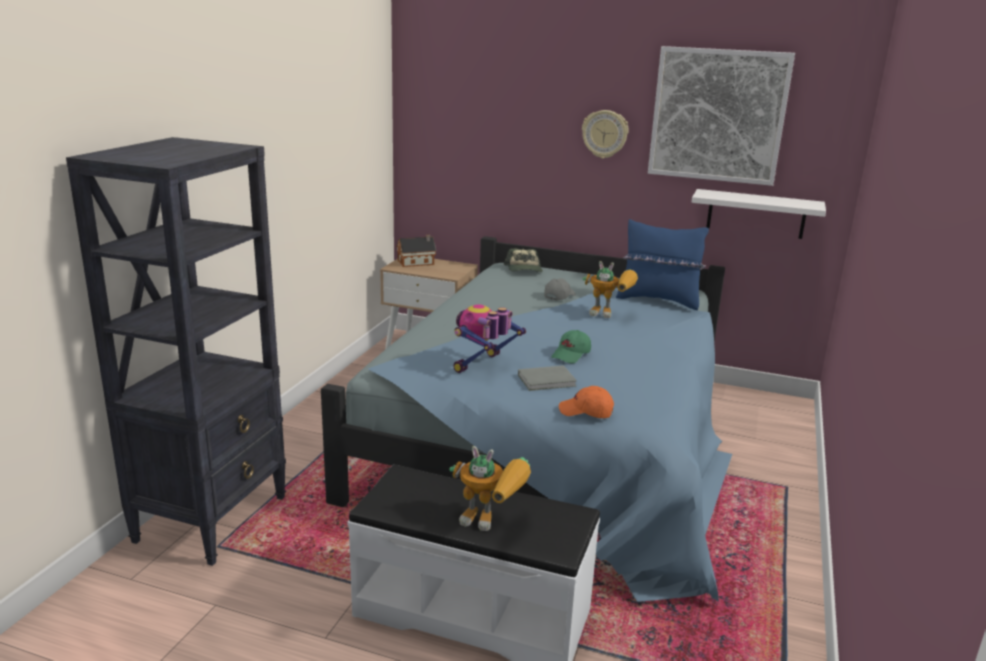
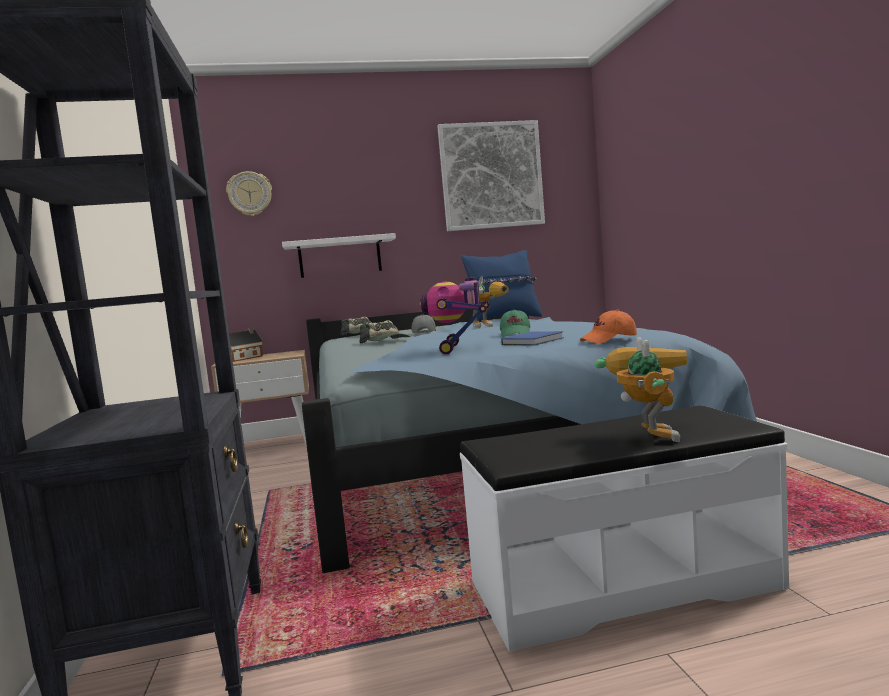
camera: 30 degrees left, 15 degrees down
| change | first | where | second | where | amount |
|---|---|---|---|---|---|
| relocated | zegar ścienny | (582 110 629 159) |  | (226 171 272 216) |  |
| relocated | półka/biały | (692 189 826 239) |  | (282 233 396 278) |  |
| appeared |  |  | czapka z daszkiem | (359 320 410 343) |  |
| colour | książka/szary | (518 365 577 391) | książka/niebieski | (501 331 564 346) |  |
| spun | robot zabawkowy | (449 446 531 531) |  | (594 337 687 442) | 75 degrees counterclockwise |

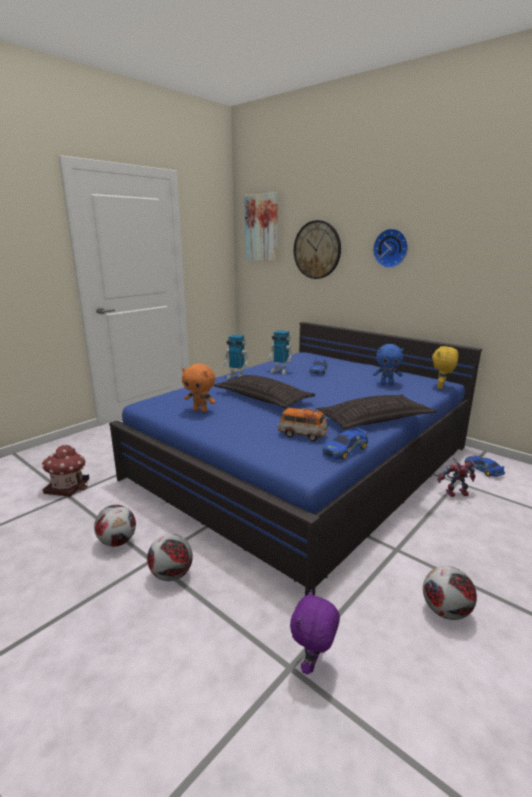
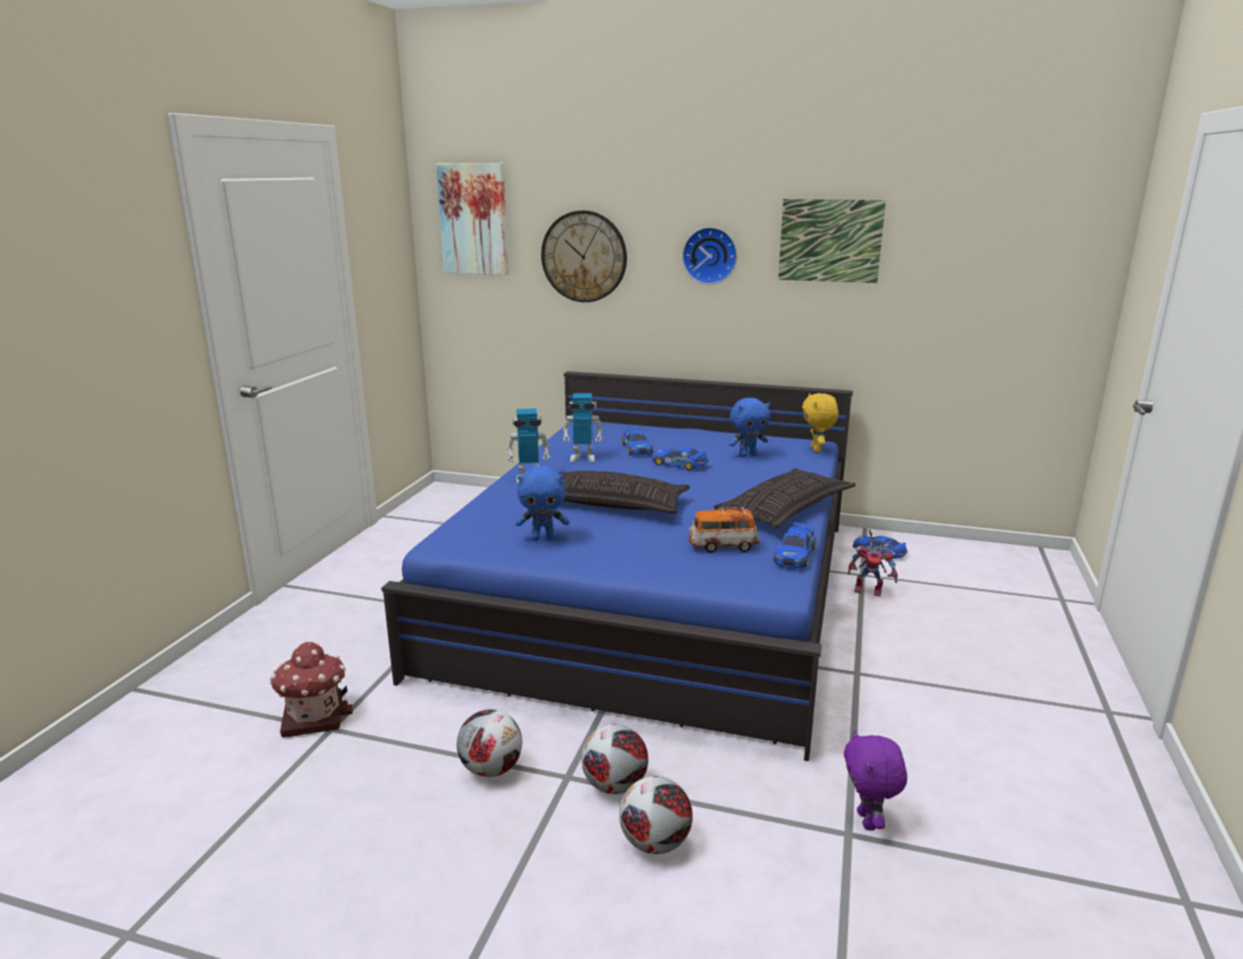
camera: 25 degrees left, 0 degrees up
| change | first | where | second | where | amount |
|---|---|---|---|---|---|
| colour | pluszak/pomarańczowy | (182 364 215 412) | pluszak/niebieski | (516 465 570 541) |  |
| relocated | piłka futbolowa | (423 566 477 620) |  | (619 776 693 854) |  |
| appeared |  |  | samochodzik | (652 446 708 470) |  |
| appeared |  |  | obraz | (778 199 886 283) |  |
| spun | robot zabawkowy | (437 456 475 497) |  | (848 529 898 596) | 135 degrees counterclockwise |

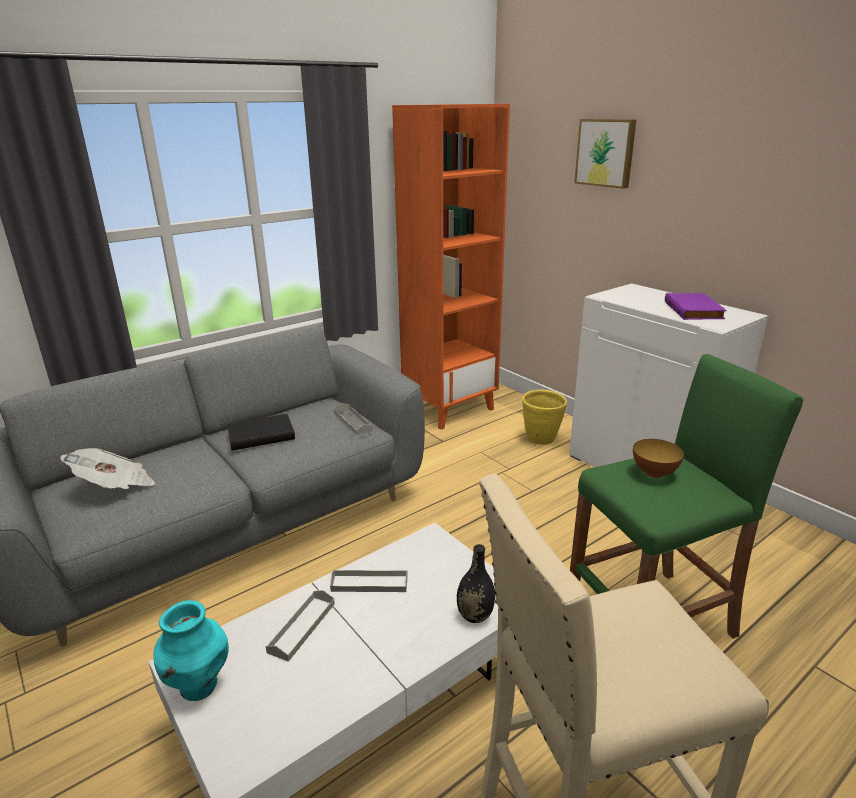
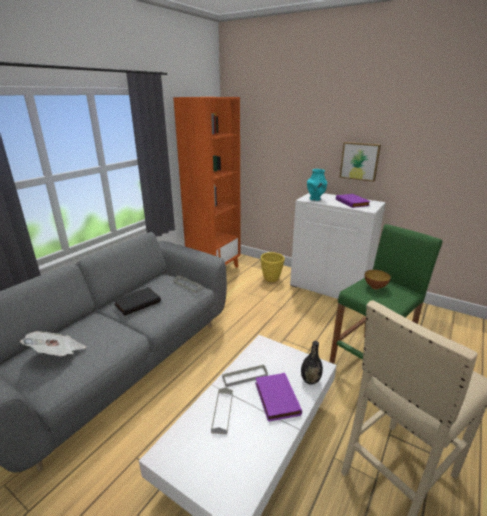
camera: 20 degrees left, 0 degrees up
| change | first | where | second | where | amount |
|---|---|---|---|---|---|
| appeared |  |  | książka/fioletowy | (255 373 302 422) |  |
| relocated | wazon/turkusowy | (153 600 229 701) |  | (307 169 327 201) |  |
| relocated | obraz | (574 119 636 189) |  | (340 142 381 182) |  |

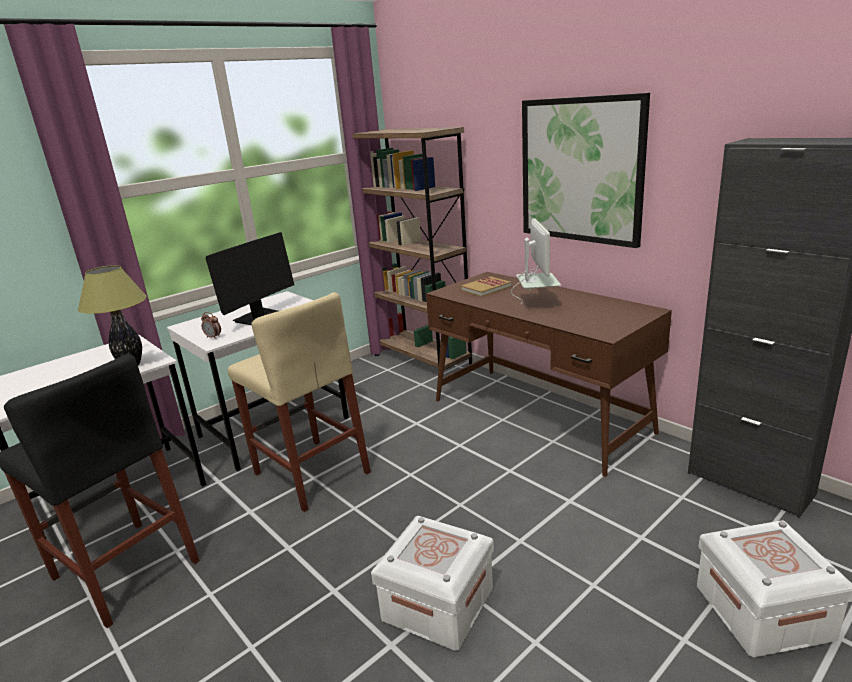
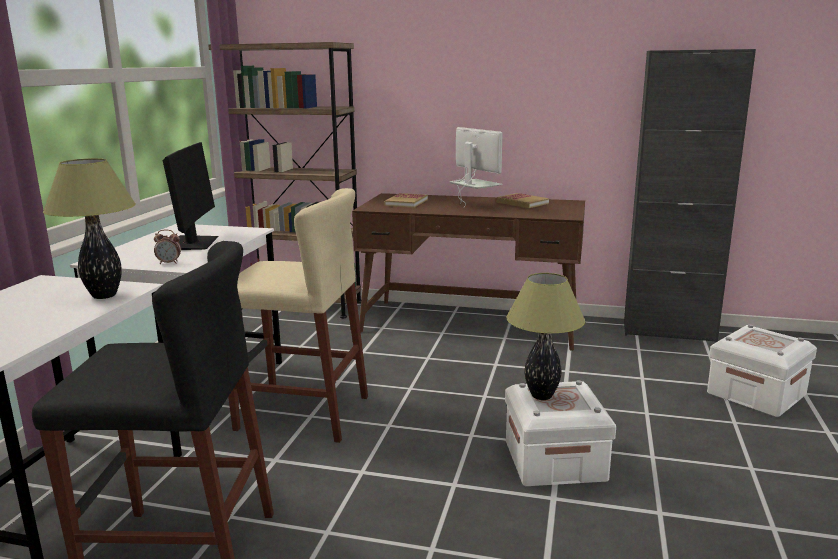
camera: 35 degrees left, 5 degrees down
| change | first | where | second | where | amount |
|---|---|---|---|---|---|
| appeared |  |  | książka | (496 193 549 208) |  |
| appeared |  |  | lampa stołowa | (506 273 585 400) |  |
| missing | obraz | (522 93 650 248) |  |  |  |

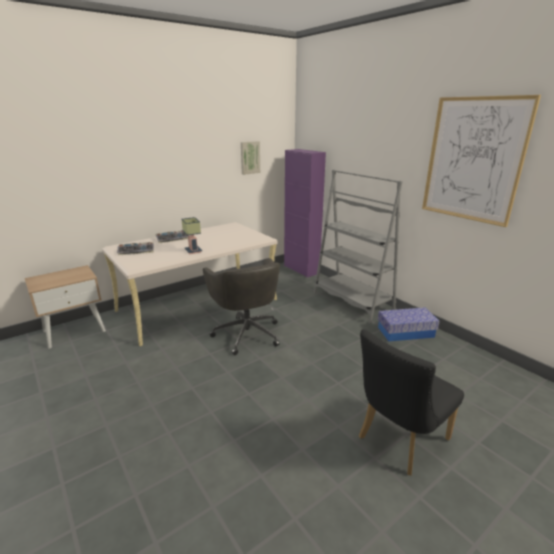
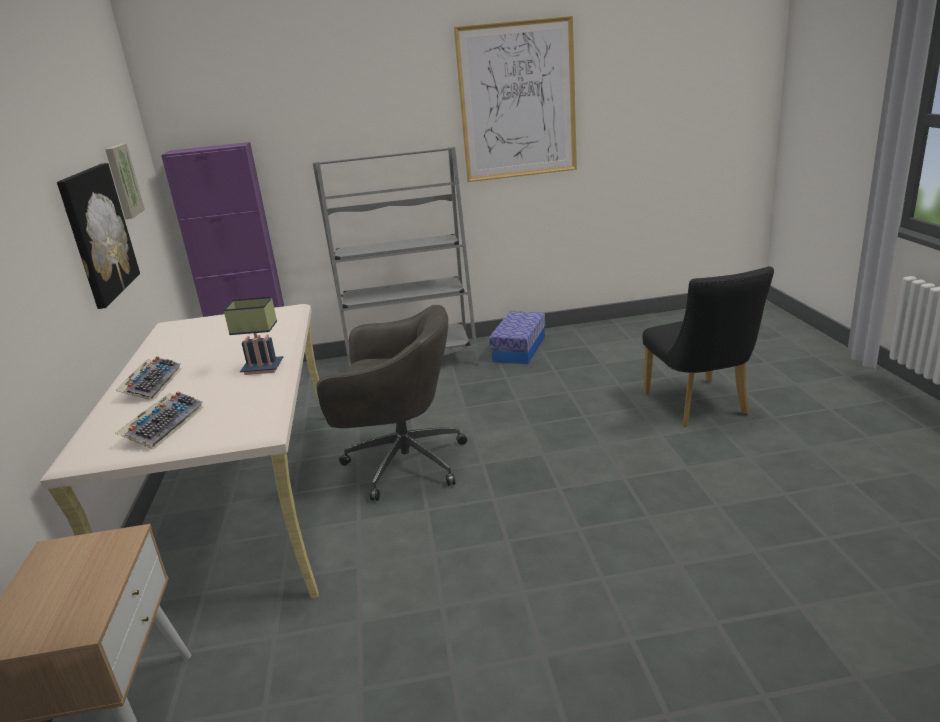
camera: 60 degrees left, 0 degrees up
| change | first | where | second | where | amount |
|---|---|---|---|---|---|
| appeared |  |  | obraz | (57 163 140 309) |  |

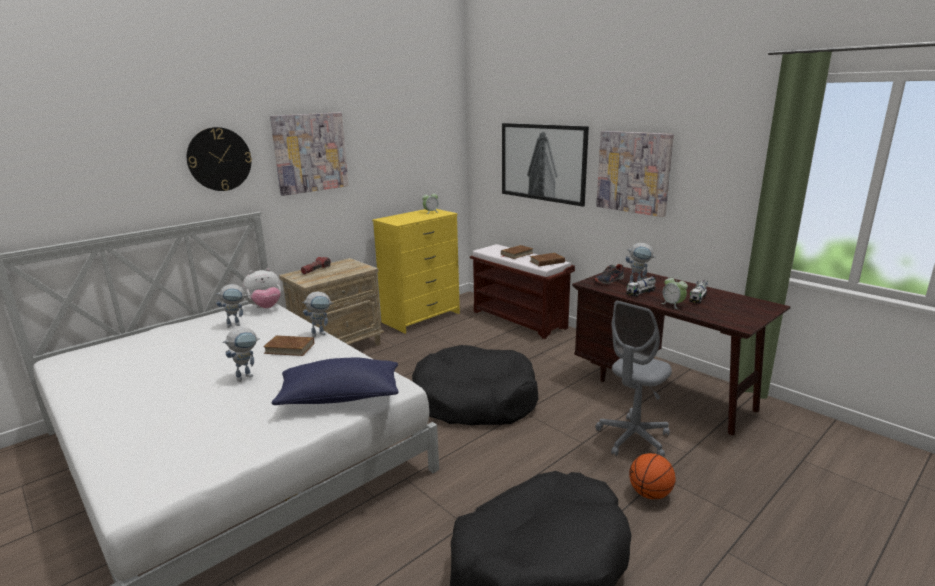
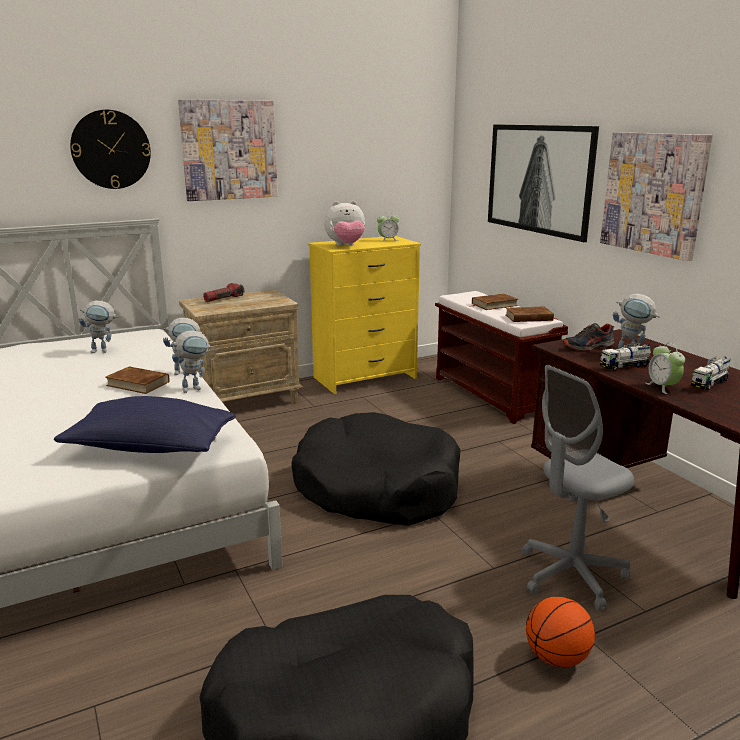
camera: 15 degrees right, 0 degrees up
| change | first | where | second | where | amount |
|---|---|---|---|---|---|
| relocated | robot zabawkowy | (223 327 260 382) |  | (171 331 213 393) |  |
| relocated | pluszak | (242 268 281 308) |  | (324 201 365 246) |  |

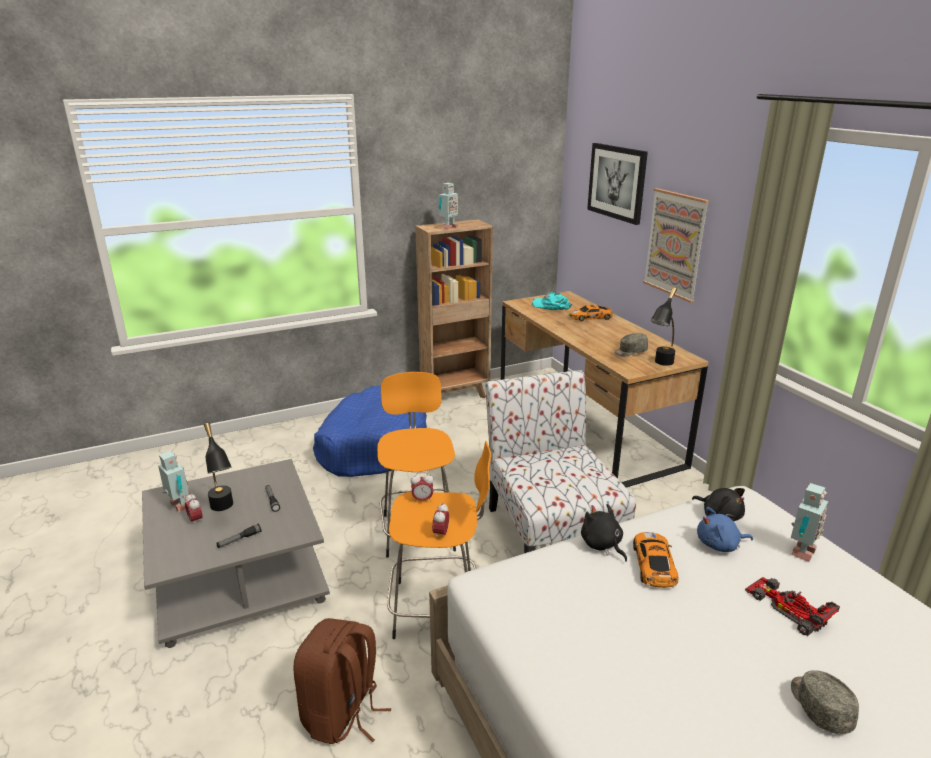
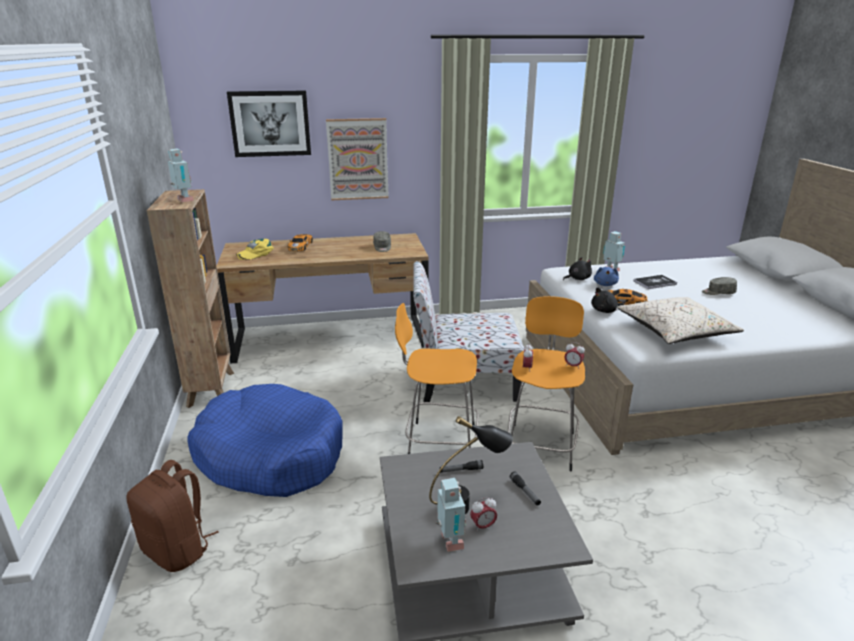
camera: 75 degrees left, 0 degrees up
| change | first | where | second | where | amount |
|---|---|---|---|---|---|
| relocated | plecak/brązowy | (293 618 391 744) |  | (126 460 219 572) |  |
| colour | czapka z daszkiem/turkusowy | (532 292 572 310) | czapka z daszkiem/żółty | (236 239 274 260) |  |
| spun | robot zabawkowy | (158 451 189 512) |  | (436 478 466 552) | 105 degrees clockwise |
| appeared |  |  | poduszka/beżowy | (617 297 744 344) |  |
| exchanged | samochodzik | (745 577 840 636) | książka | (634 275 677 289) |  |
| missing | lampa stołowa/czarny | (650 287 677 366) |  |  |  |

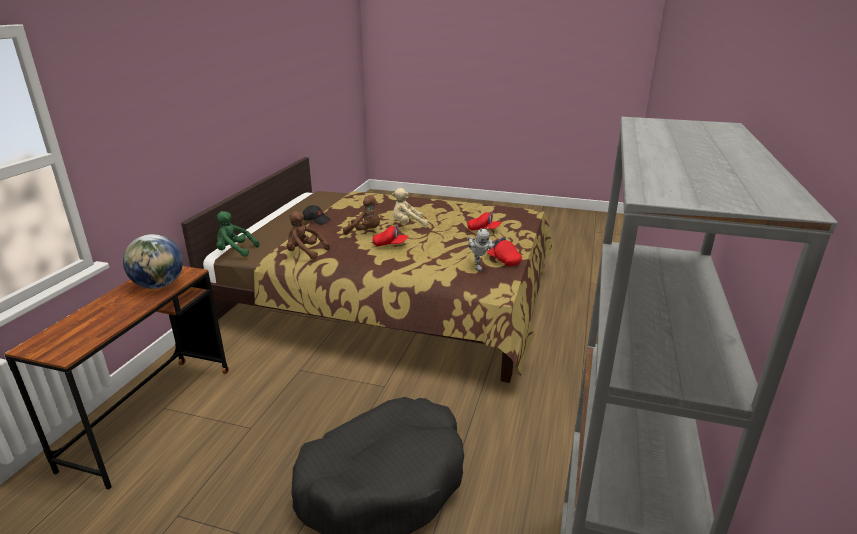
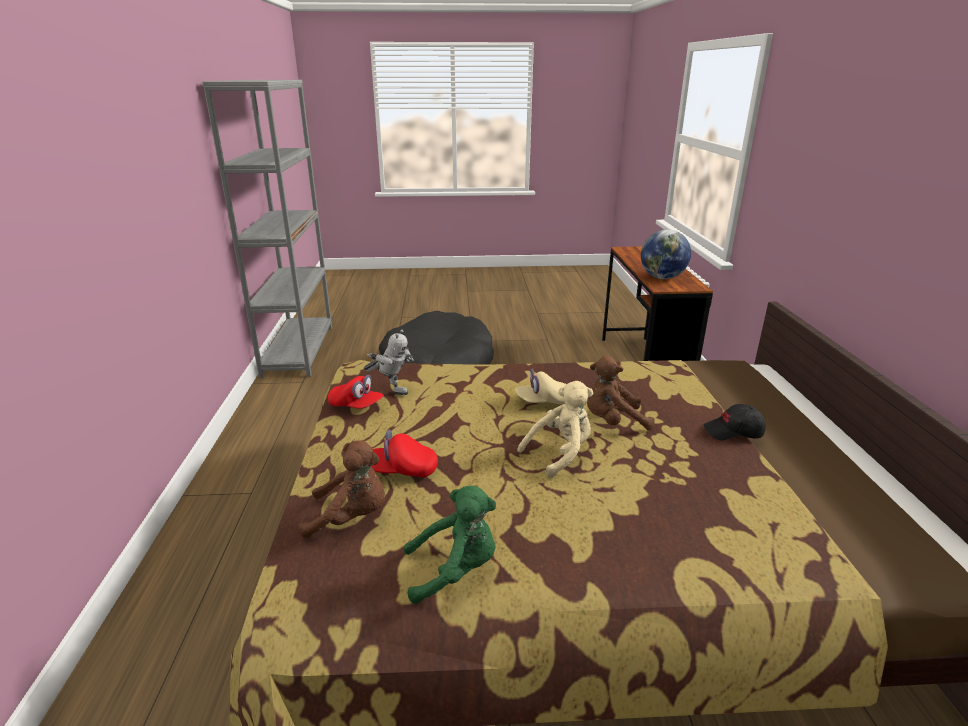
camera: 160 degrees right, 0 degrees up
| change | first | where | second | where | amount |
|---|---|---|---|---|---|
| relocated | pluszak/brązowy | (286 211 330 259) |  | (298 441 385 539) |  |
| spun | robot zabawkowy | (468 227 495 272) |  | (364 330 414 395) | 150 degrees clockwise |
| relocated | pluszak/zielony | (216 211 259 257) |  | (403 486 496 604) |  |
| colour | czapka z daszkiem/czerwony | (373 224 408 247) | czapka z daszkiem/beżowy | (515 369 567 404) |  |

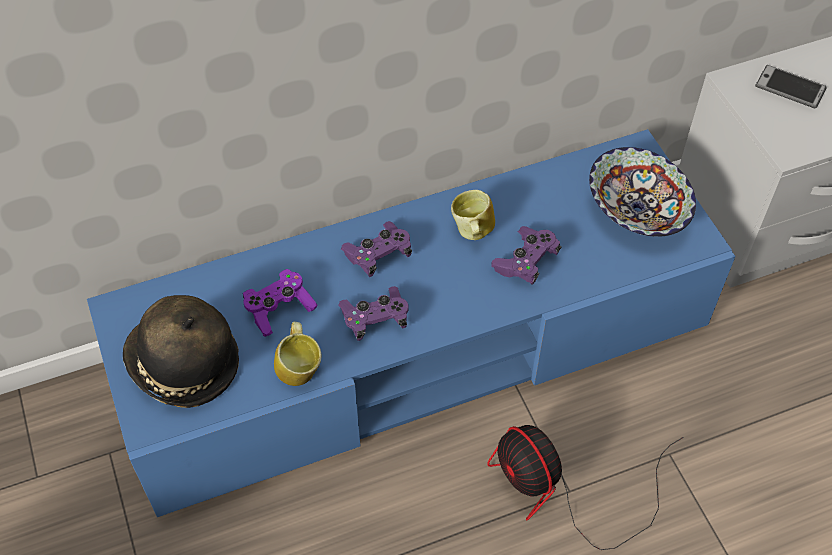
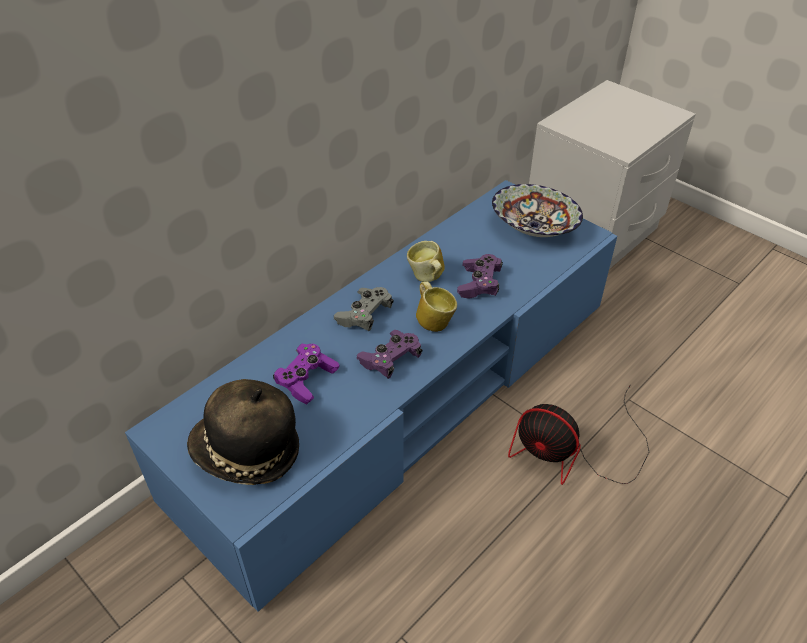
camera: 25 degrees left, 10 degrees down
| change | first | where | second | where | amount |
|---|---|---|---|---|---|
| colour | pad do gier/fioletowy | (341 221 412 277) | pad do gier/szary | (334 287 394 331) |  |
| relocated | kubek | (274 322 322 386) |  | (416 282 457 332) |  |
| missing | telefon | (755 65 827 109) |  |  |  |

